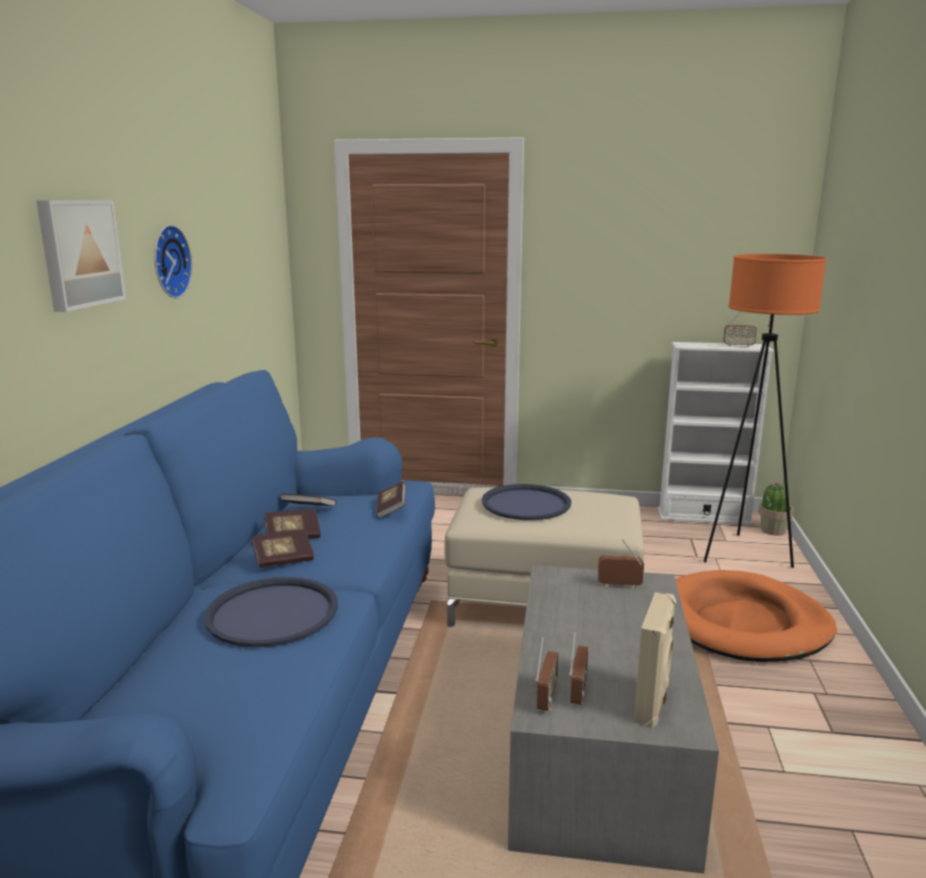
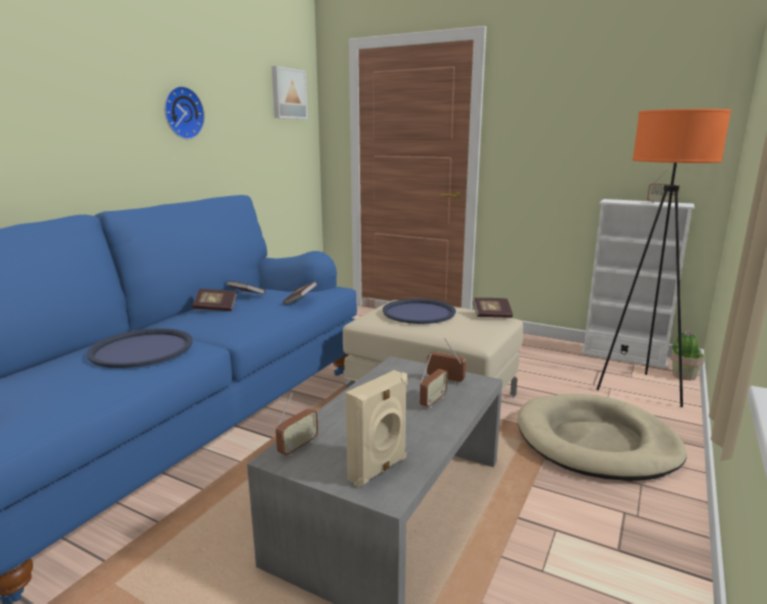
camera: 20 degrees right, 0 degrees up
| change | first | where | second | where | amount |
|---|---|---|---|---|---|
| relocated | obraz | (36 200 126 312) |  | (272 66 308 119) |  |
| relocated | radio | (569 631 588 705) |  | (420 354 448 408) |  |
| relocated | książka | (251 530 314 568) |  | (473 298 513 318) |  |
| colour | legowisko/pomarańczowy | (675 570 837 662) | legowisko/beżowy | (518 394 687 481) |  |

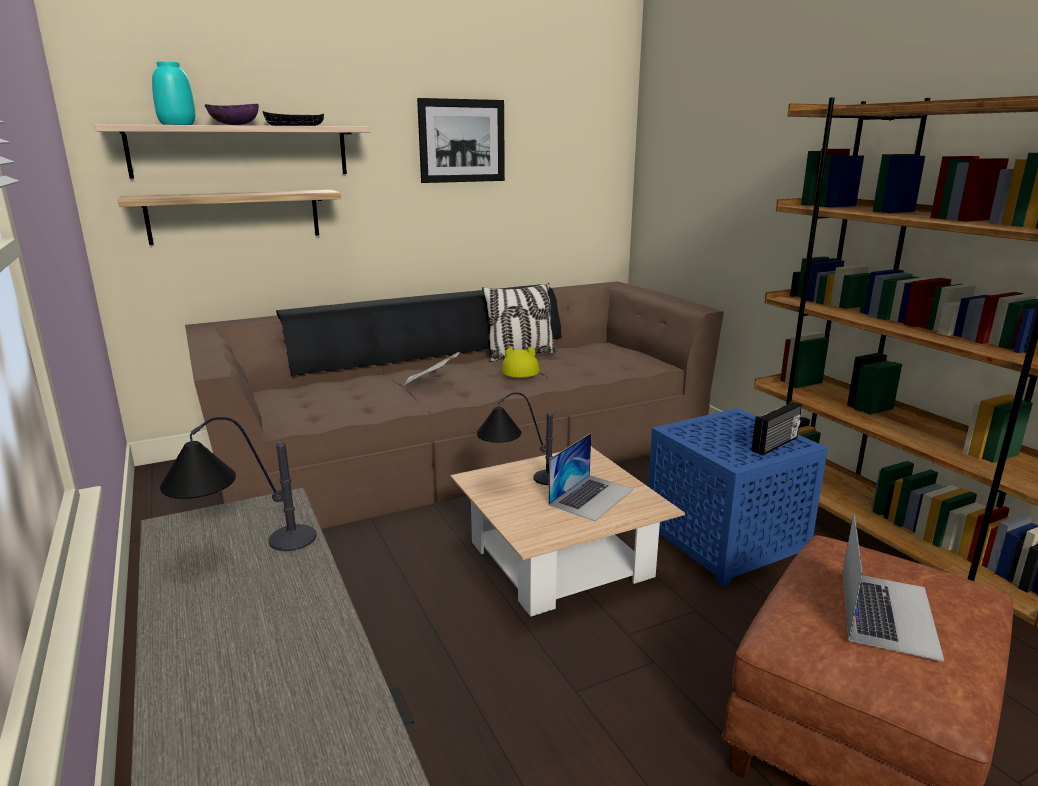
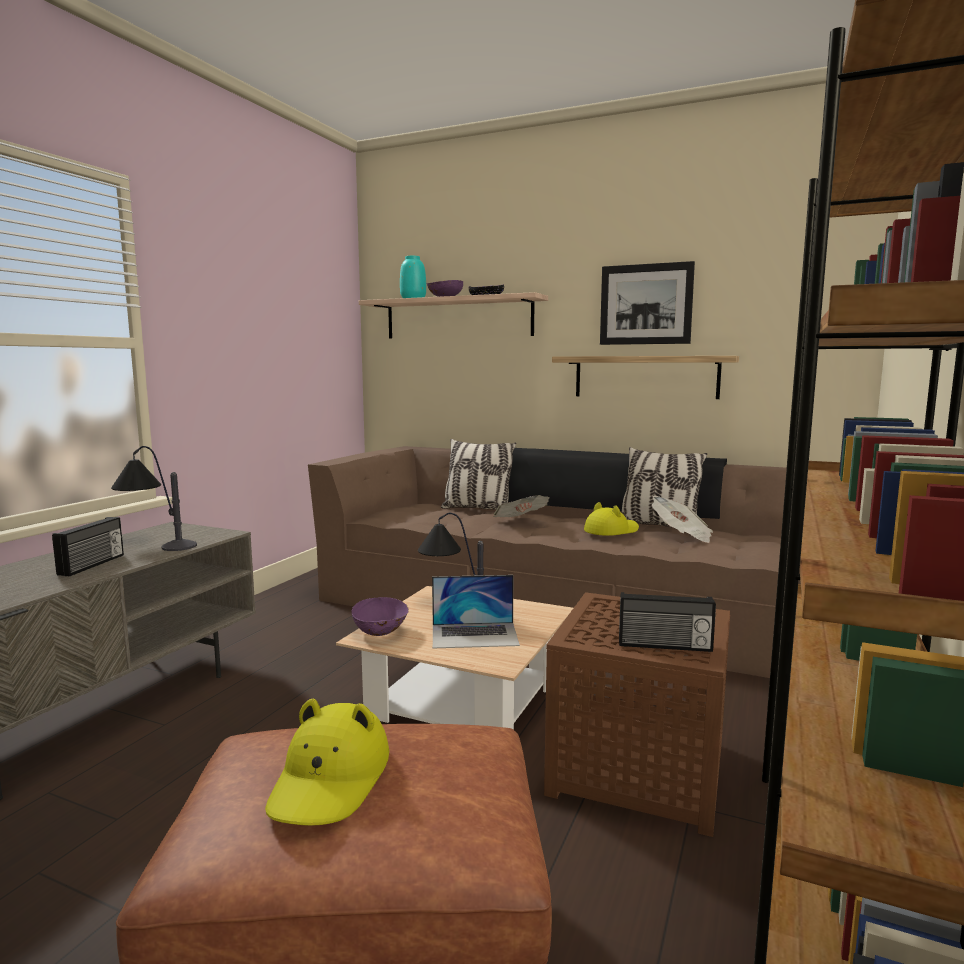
camera: 50 degrees right, 10 degrees down
| change | first | where | second | where | amount |
|---|---|---|---|---|---|
| appeared |  |  | radio | (52 517 124 576) |  |
| exchanged | laptop | (842 512 944 662) | kapelusz/żółty | (265 699 389 826) |  |
| appeared |  |  | miska/fioletowy | (351 597 409 636) |  |
| appeared |  |  | poduszka | (441 439 516 510) |  |
| colour | stolik/niebieski | (648 408 828 586) | stolik/brązowy | (544 592 730 837) |  |
| relocated | półka | (118 190 341 245) |  | (552 356 739 399) |  |
| appeared |  |  | gazeta | (652 496 713 543) |  |

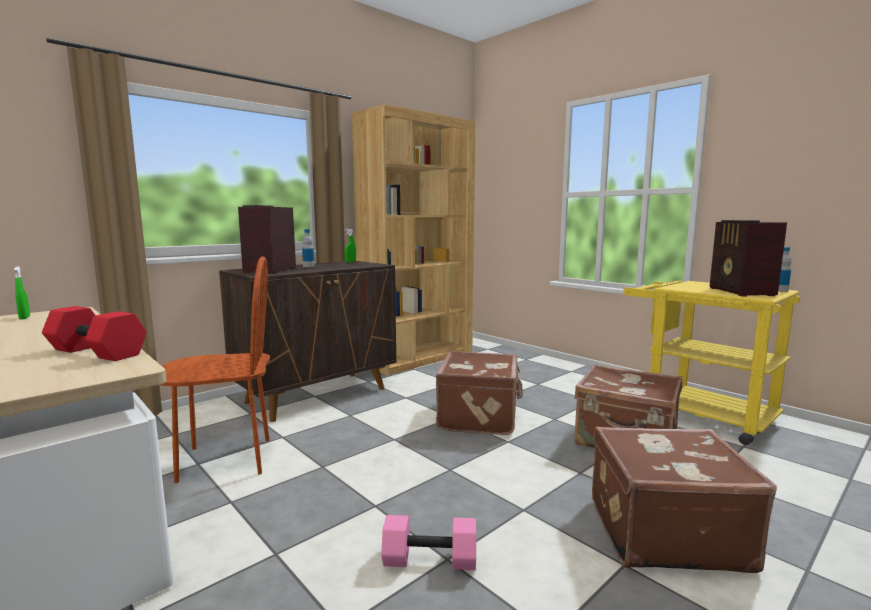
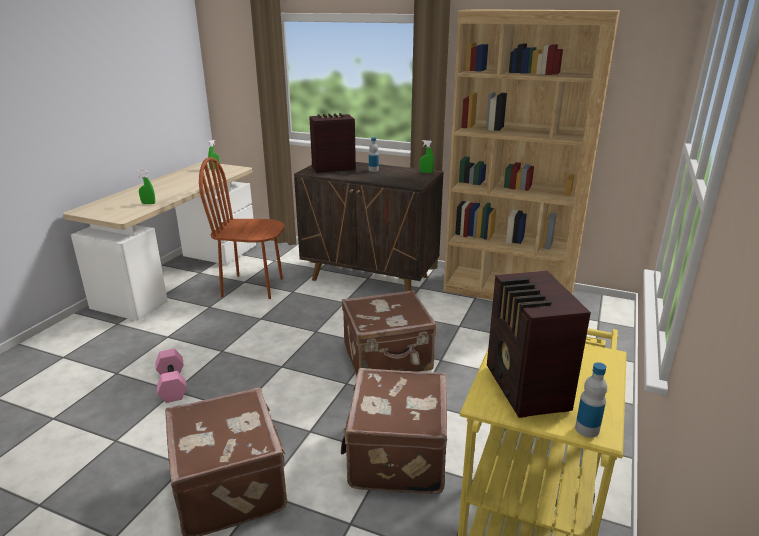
camera: 65 degrees right, 15 degrees up
| change | first | where | second | where | amount |
|---|---|---|---|---|---|
| exchanged | hantel/czerwony | (42 306 147 361) | spryskiwacz/zielony | (137 170 155 204) |  |
| spun | krzesło/brązowy | (160 256 270 483) |  | (199 157 285 299) | 135 degrees clockwise |
| spun | radio | (709 220 787 296) |  | (487 271 591 418) | 75 degrees counterclockwise |

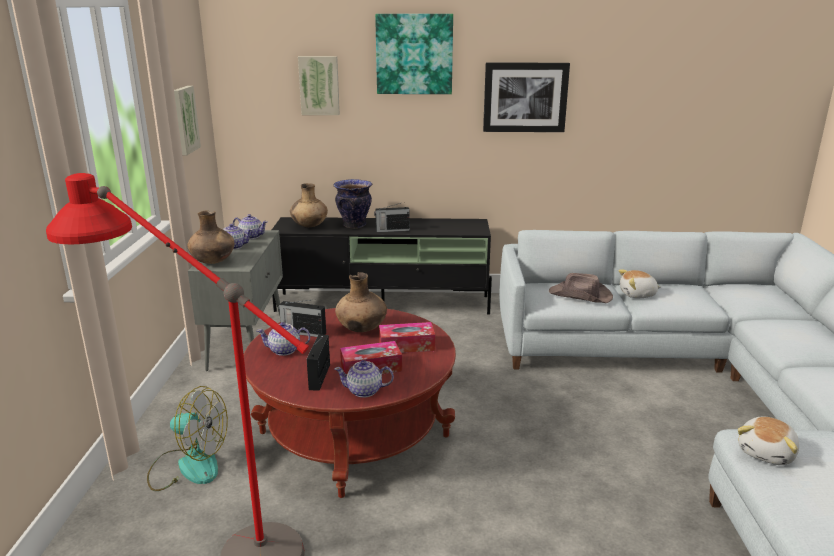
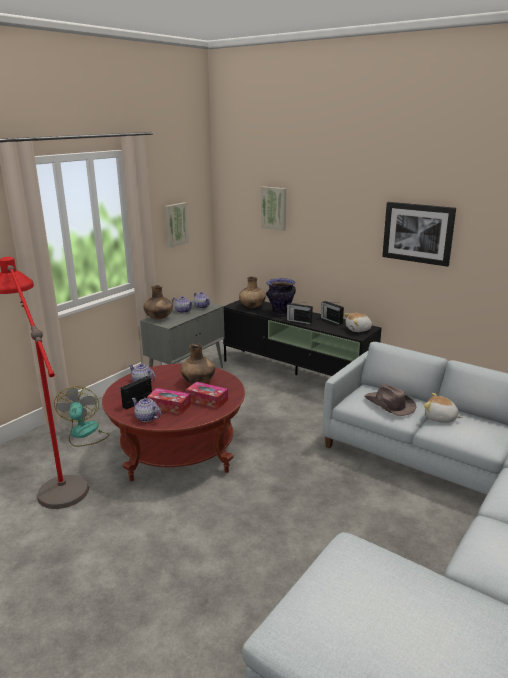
camera: 35 degrees right, 0 degrees up
| change | first | where | second | where | amount |
|---|---|---|---|---|---|
| spun | wentylator | (147 386 228 491) |  | (54 386 110 447) | 150 degrees counterclockwise |
| relocated | radio | (278 299 326 337) |  | (321 301 344 325) |  |
| relocated | pluszak | (738 416 799 465) |  | (344 313 373 332) |  |
| missing | obraz | (375 14 453 94) |  |  |  |

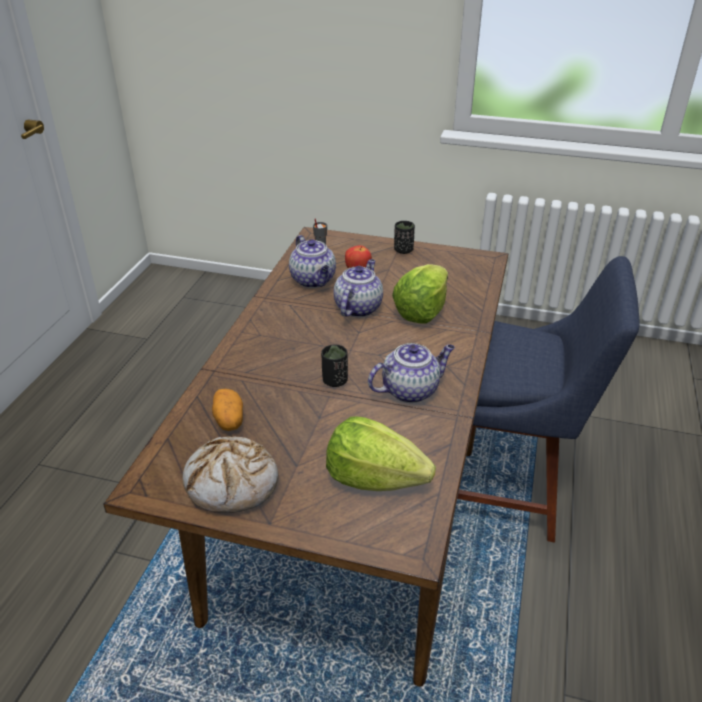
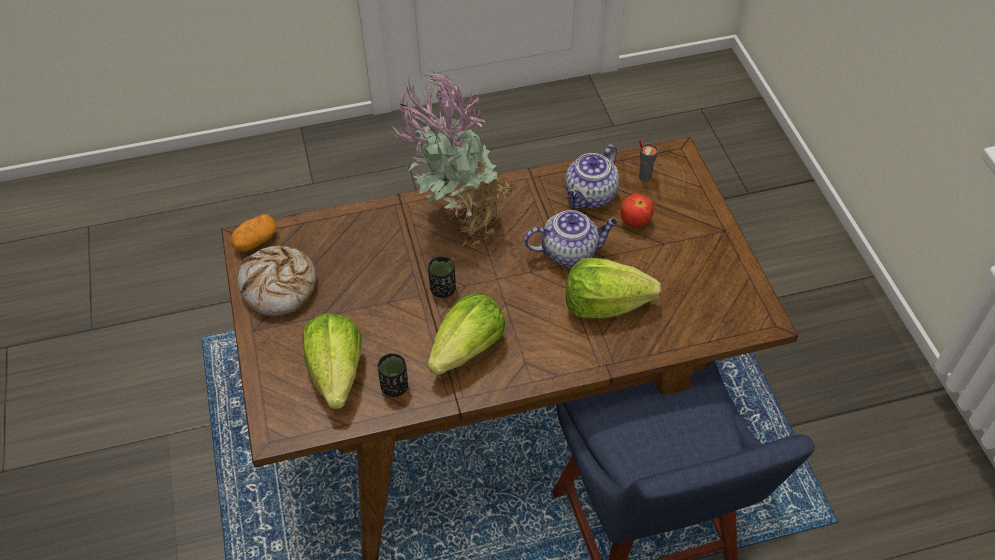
camera: 60 degrees right, 15 degrees up
| change | first | where | second | where | amount |
|---|---|---|---|---|---|
| relocated | ziemniak | (212 389 243 431) |  | (231 214 277 252) |  |
| relocated | filiżanka/czarny | (394 221 415 254) |  | (377 353 408 397) |  |
| appeared |  |  | roślina doniczkowa | (393 71 514 246) |  |
| exchanged | imbryk | (368 343 455 403) | sałata | (427 294 505 375) |  |

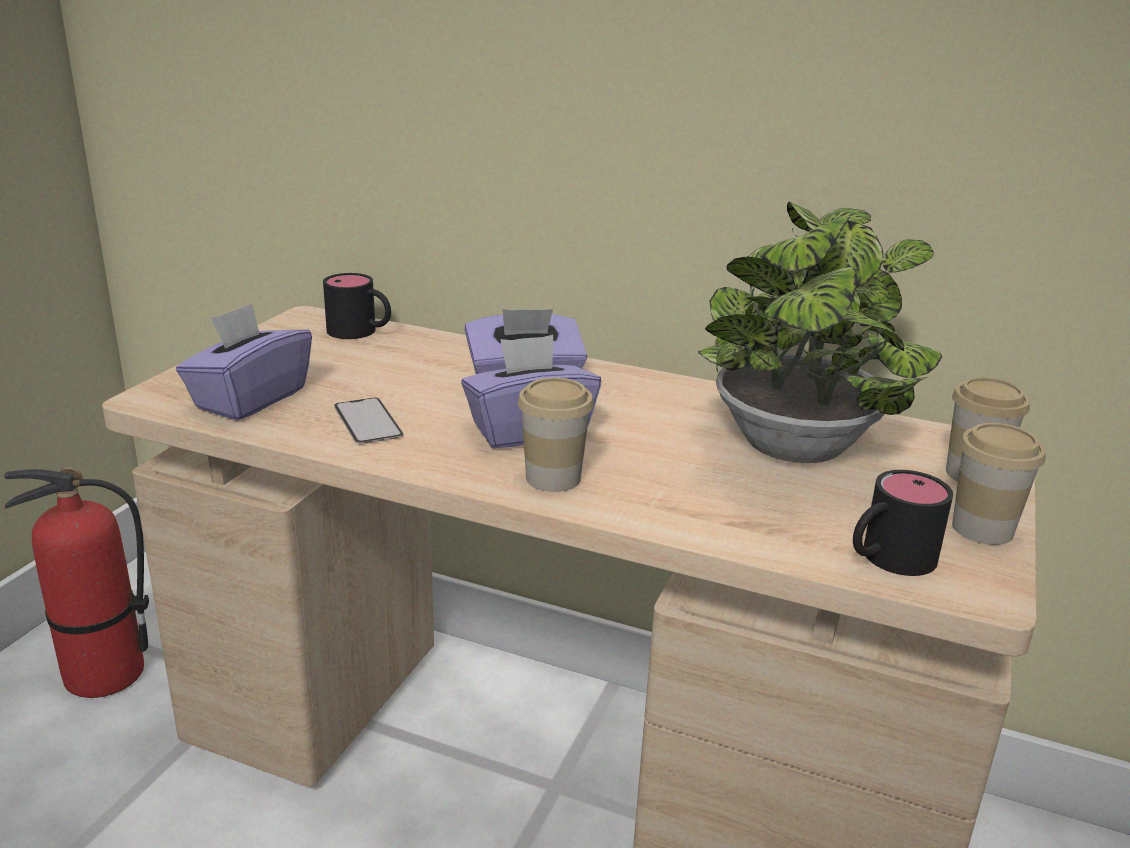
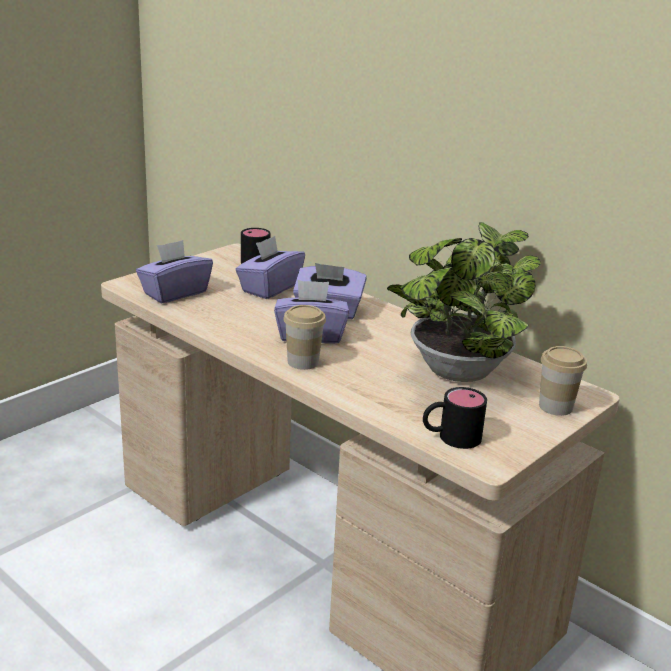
camera: 20 degrees right, 0 degrees up
| change | first | where | second | where | amount |
|---|---|---|---|---|---|
| appeared |  |  | pudełko chusteczek/fioletowy | (235 236 305 299) |  |
| missing | gaśnica | (4 467 149 698) |  |  |  |
| missing | telefon | (334 398 403 444) |  |  |  |
| missing | filiżanka | (952 423 1046 545) |  |  |  |

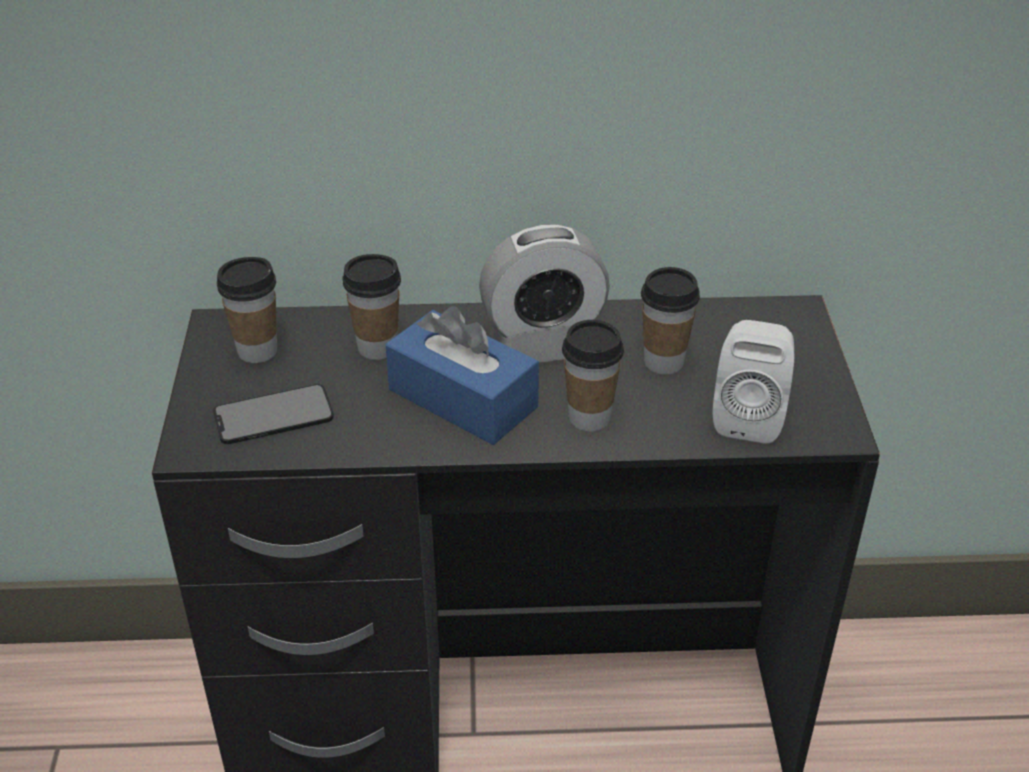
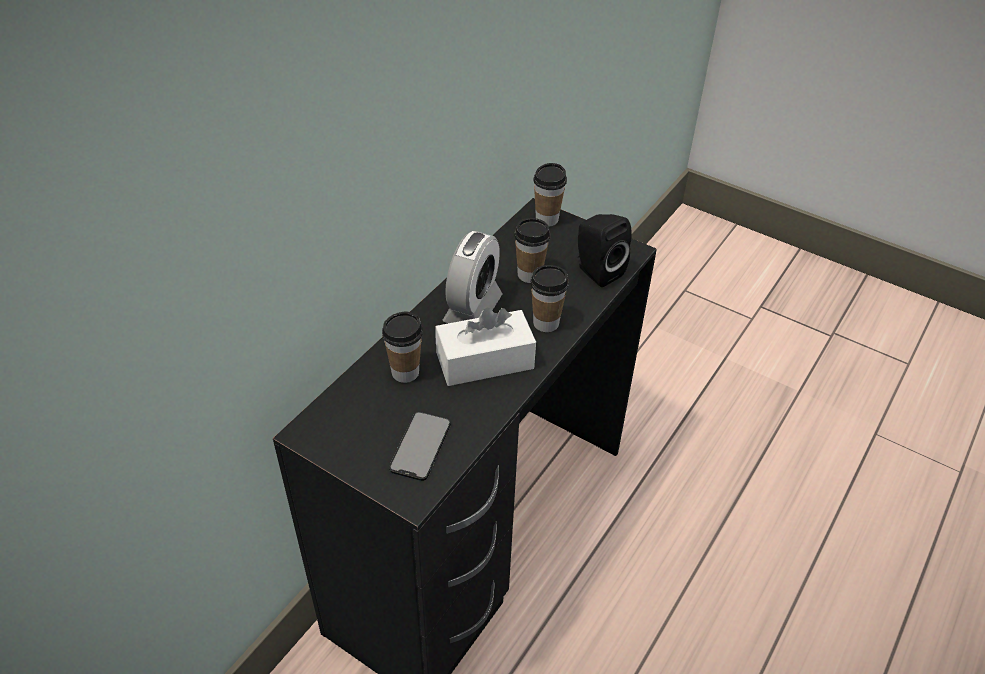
camera: 55 degrees left, 5 degrees up
| change | first | where | second | where | amount |
|---|---|---|---|---|---|
| colour | pudełko chusteczek/niebieski | (385 306 539 445) | pudełko chusteczek/biały | (435 308 536 386) |  |
| relocated | filiżanka | (217 257 277 363) |  | (533 163 567 226) |  |
| colour | głośnik/biały | (712 320 794 444) | głośnik/czarny | (577 214 632 287) |  |

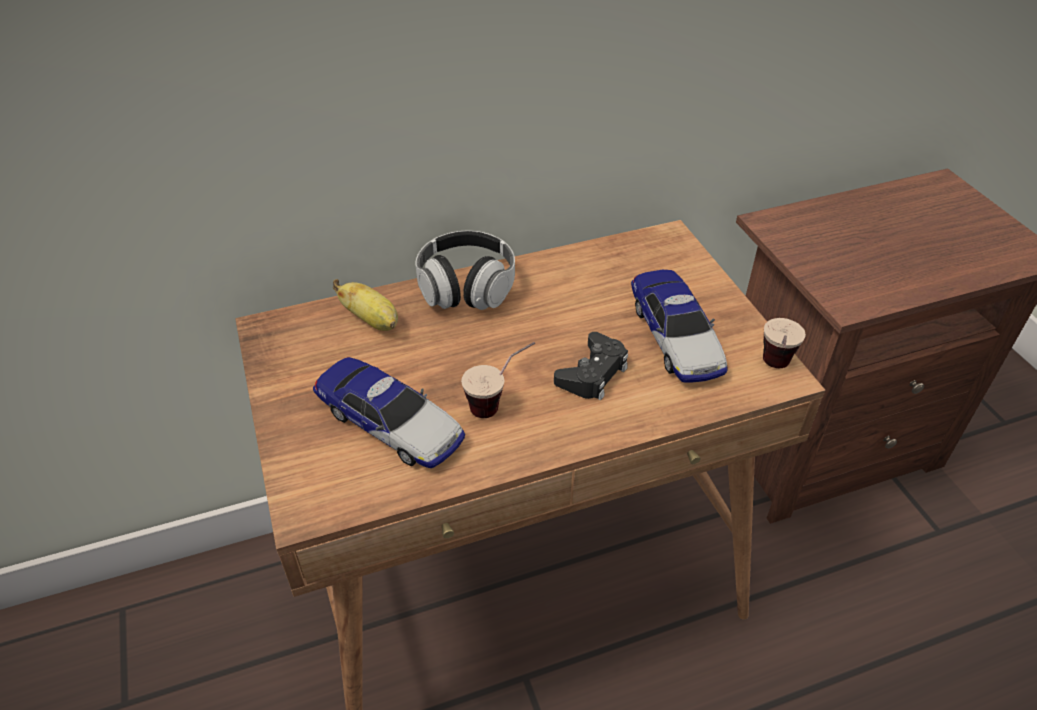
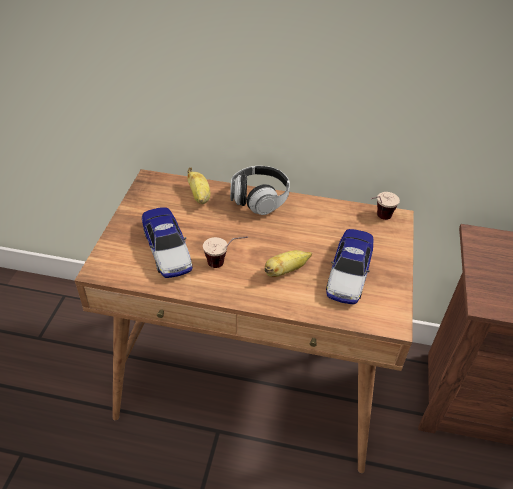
camera: 30 degrees right, 0 degrees up
| change | first | where | second | where | amount |
|---|---|---|---|---|---|
| exchanged | pad do gier/czarny | (554 332 628 400) | banan | (265 250 312 277) |  |
| relocated | filiżanka | (763 318 806 368) |  | (370 192 400 220) |  |

